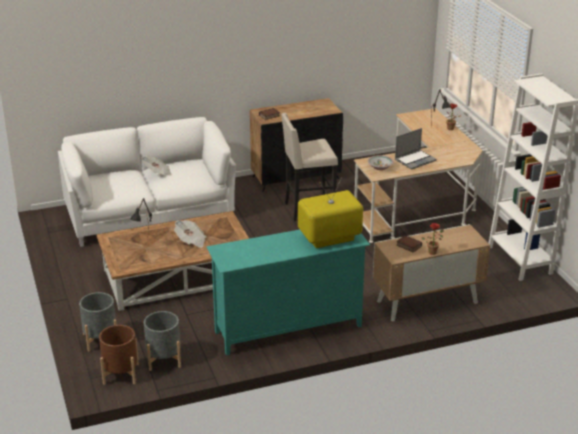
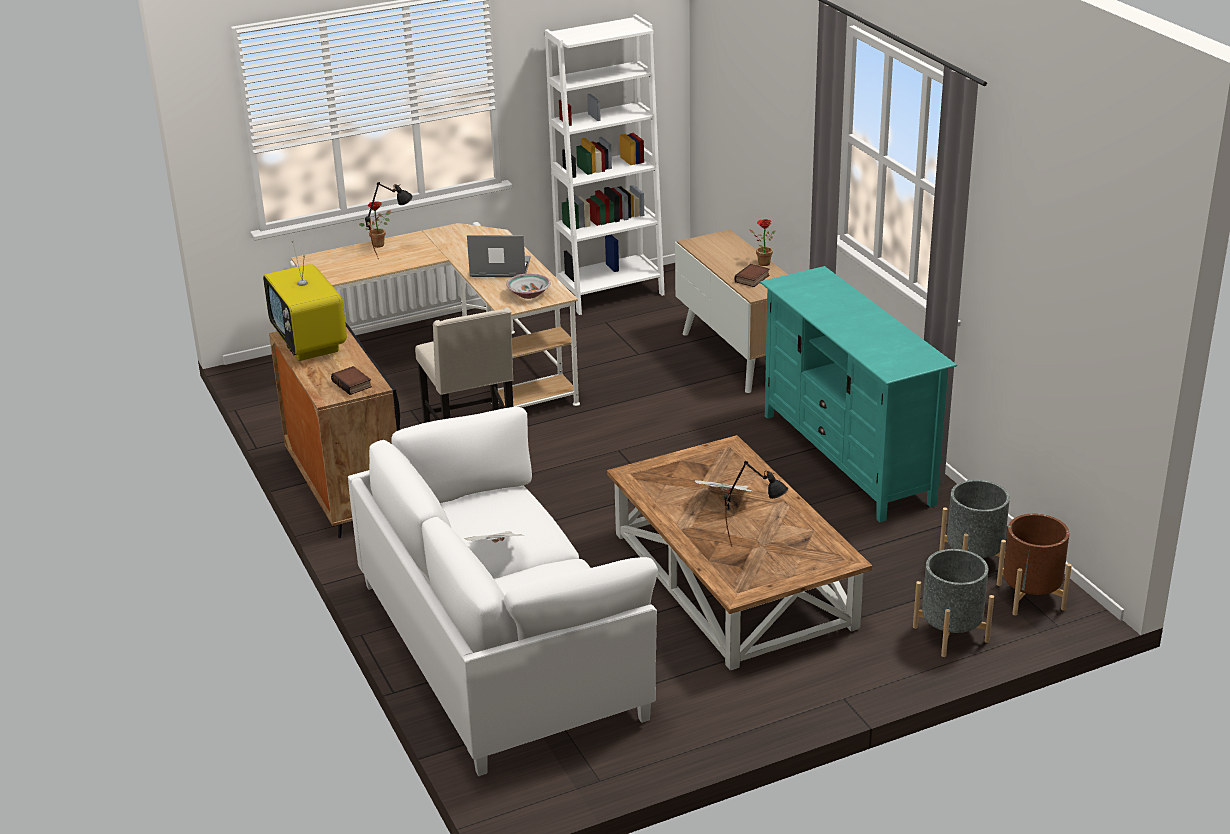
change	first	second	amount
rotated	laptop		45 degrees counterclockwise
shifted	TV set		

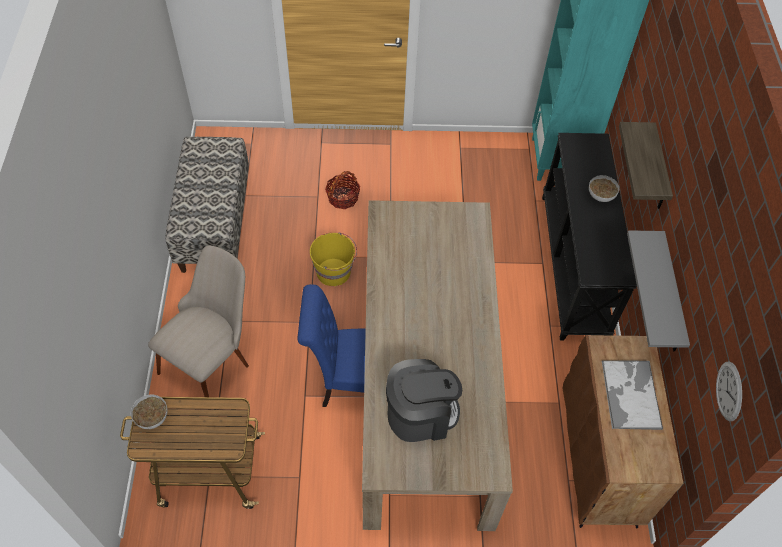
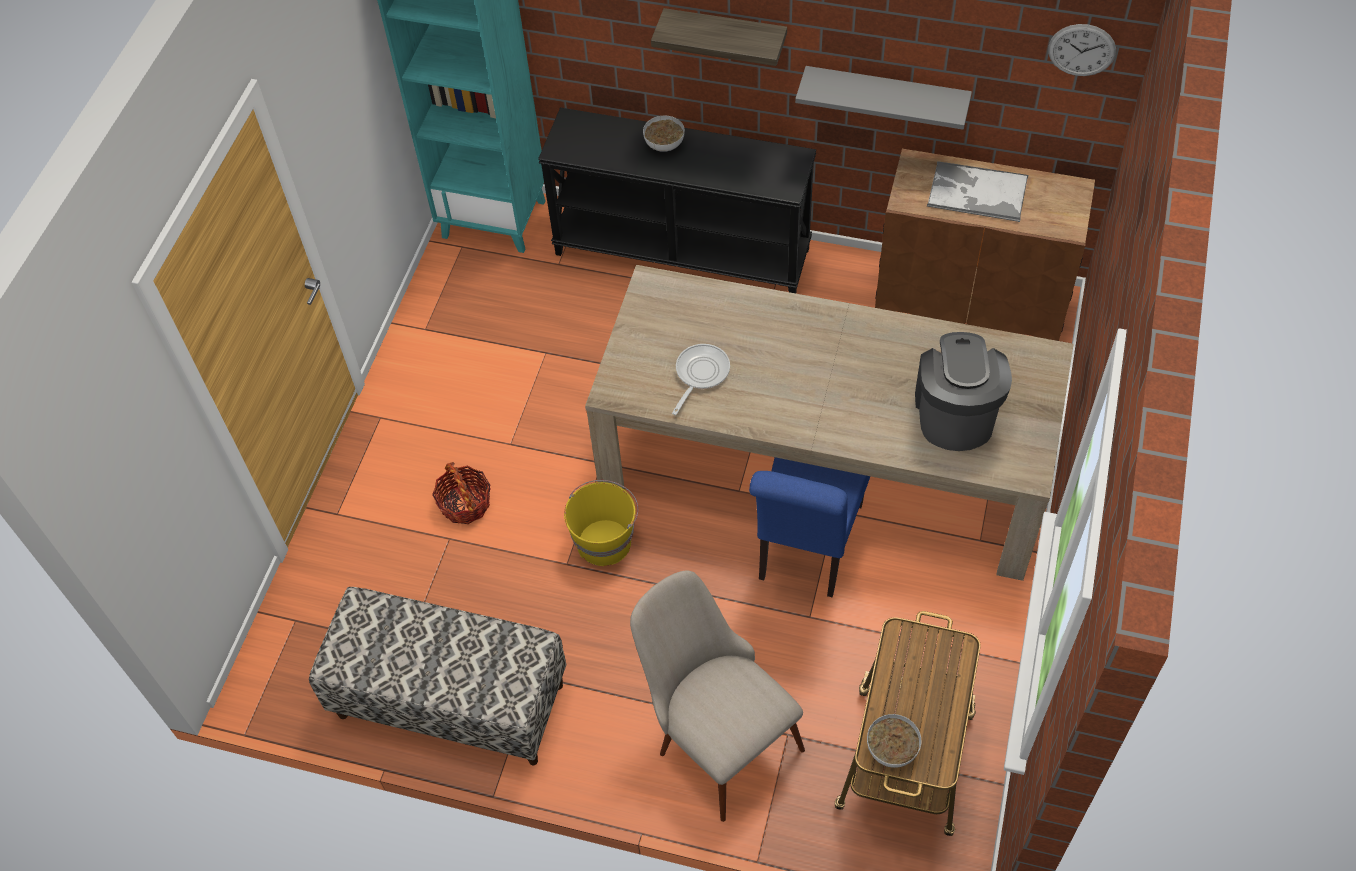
change	first	second	amount
new		pan	

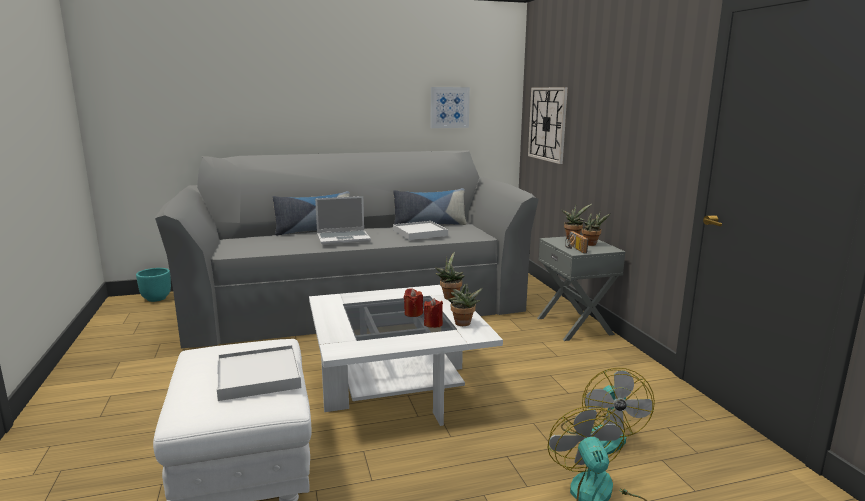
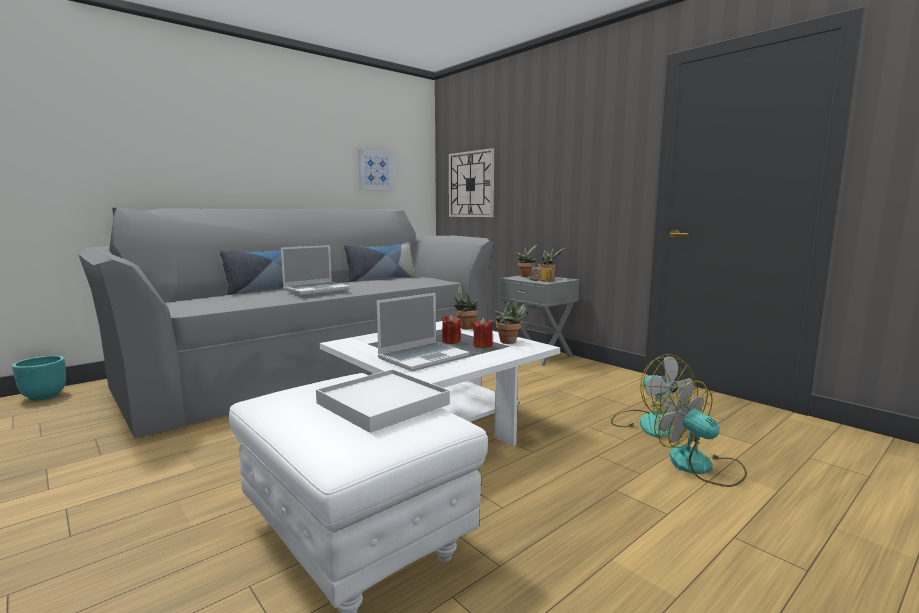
change	first	second	amount
gone	white-coloured serving tray (no. 2 from left)		
new		laptop (no. 2 from left)	

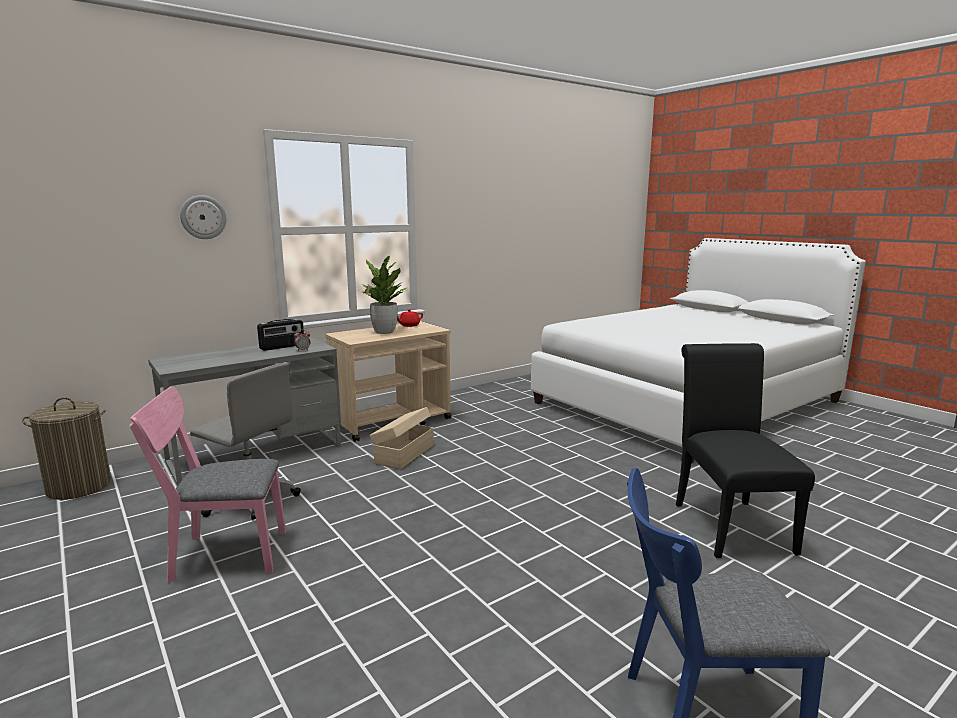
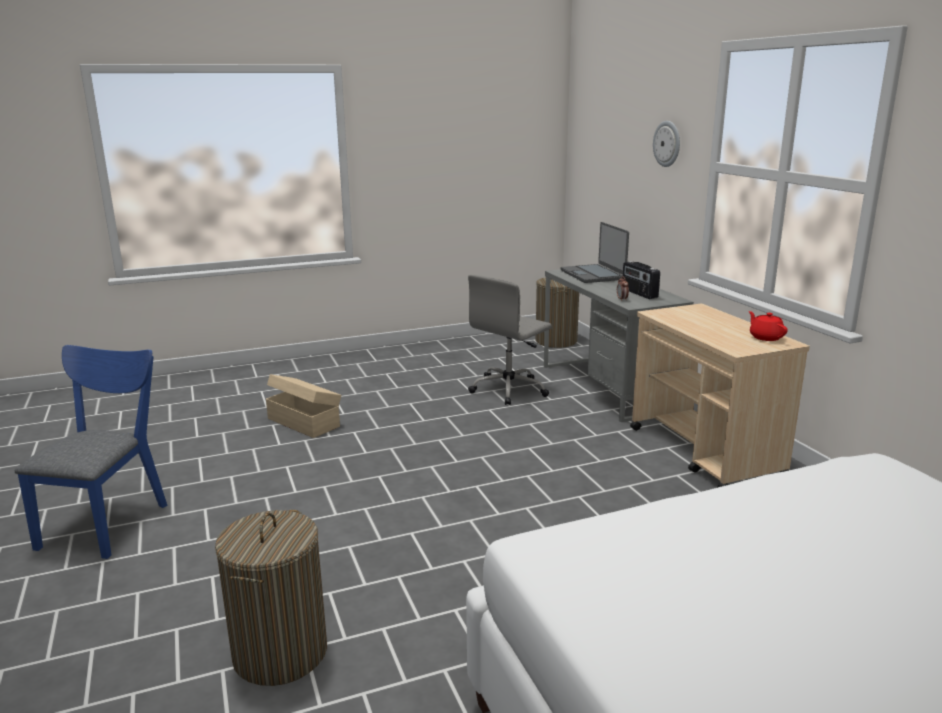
change	first	second	amount
gone	plant in a pot		
swapped	blackish chair	laundry basket (no. 1 from left)	
gone	pink-coloured chair		
shifted	sand-coloured storage container		
new		laptop	

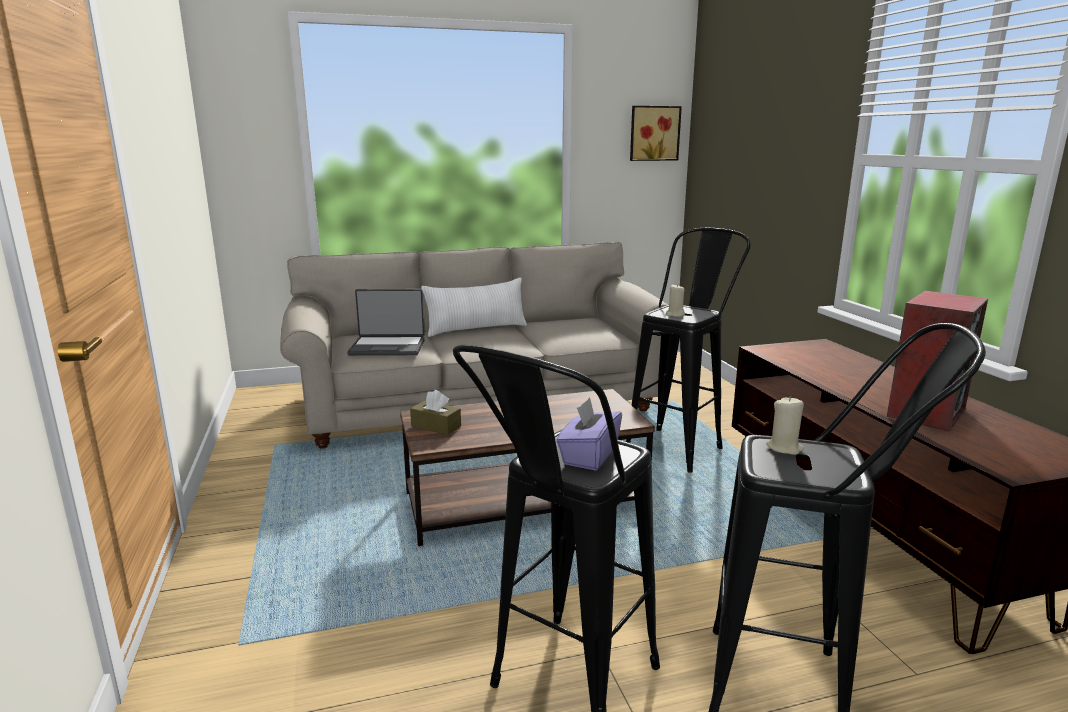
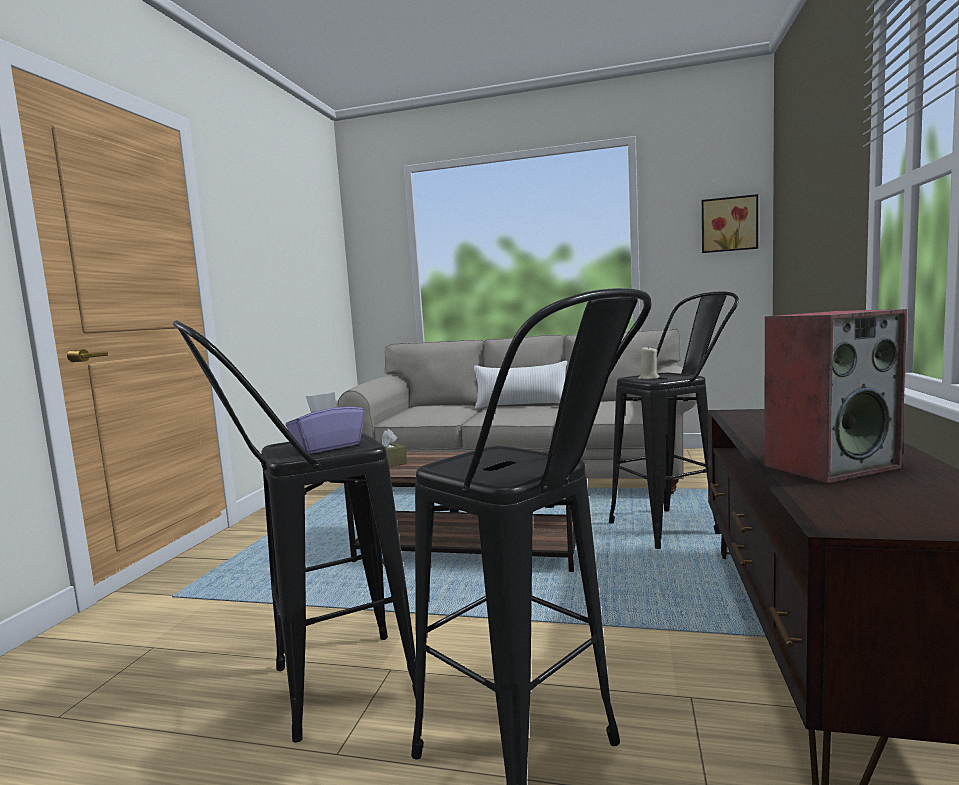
change	first	second	amount
gone	laptop		
gone	sand-coloured candle (no. 2 from left)		

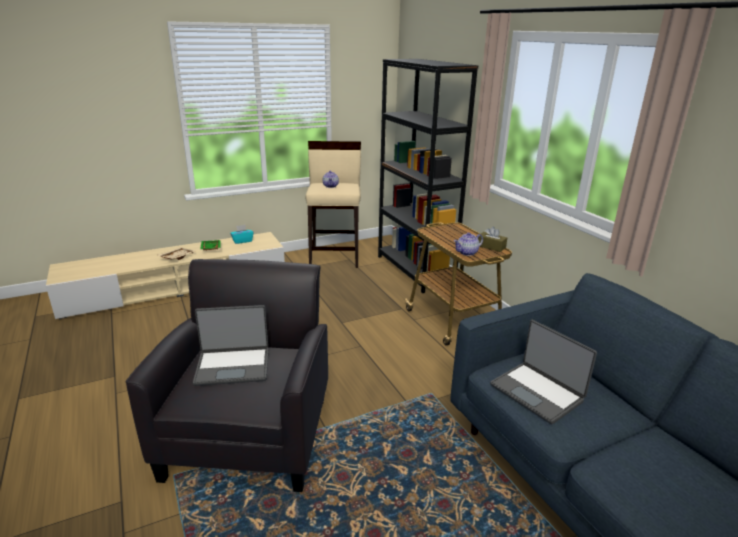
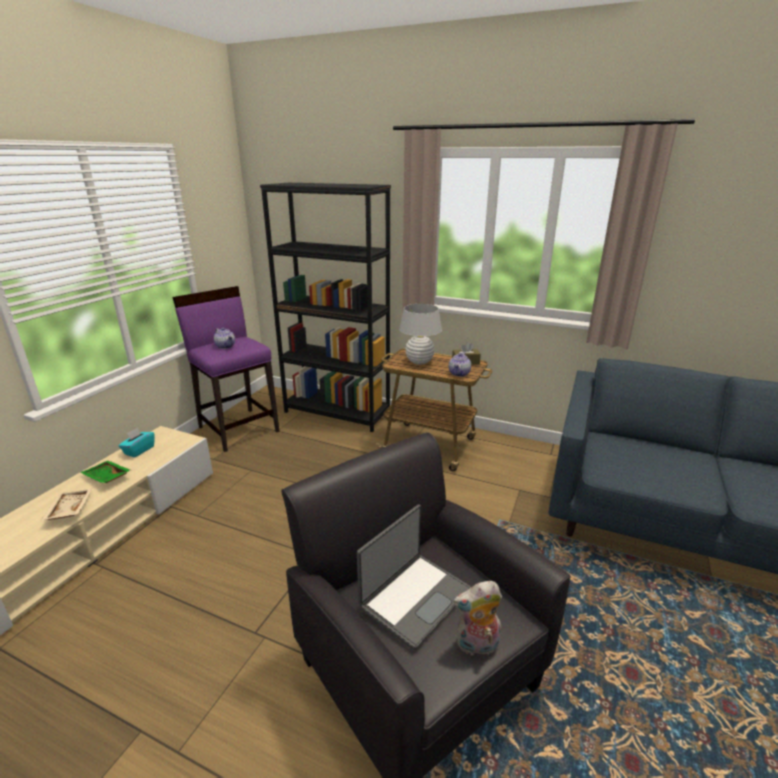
change	first	second	amount
repainted	sand-coloured stool seat	purplish stool seat	
gone	laptop (no. 2 from left)		
new		white-coloured tabletop lamp	
new		cuddly toy	

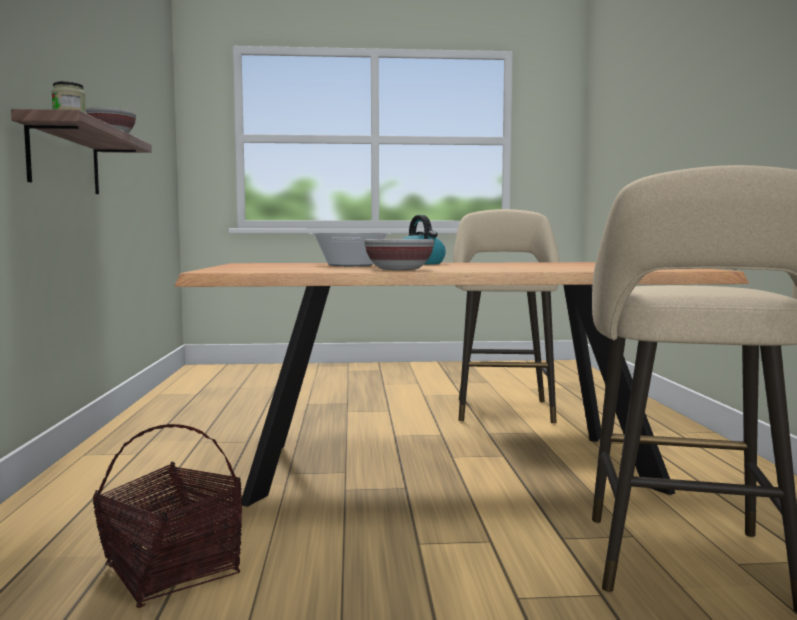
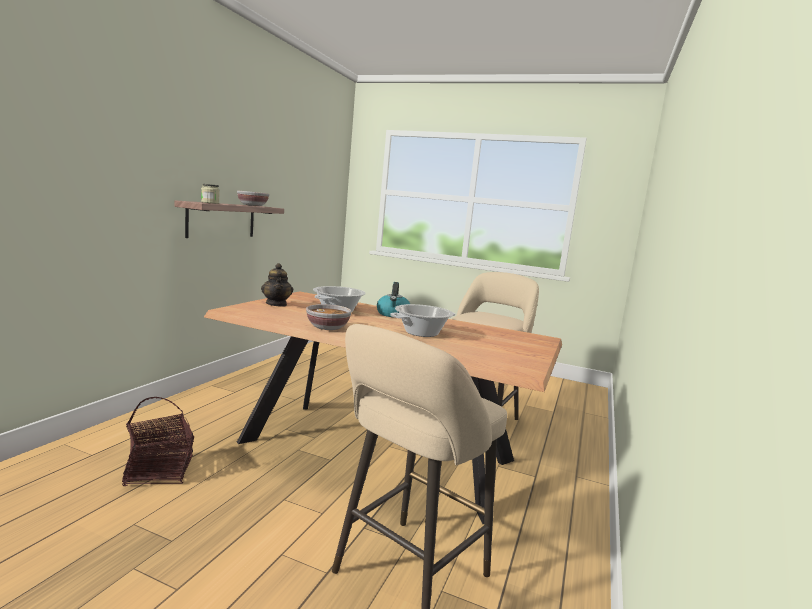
change	first	second	amount
new		tea pot	
new		stockpot (no. 2 from left)	

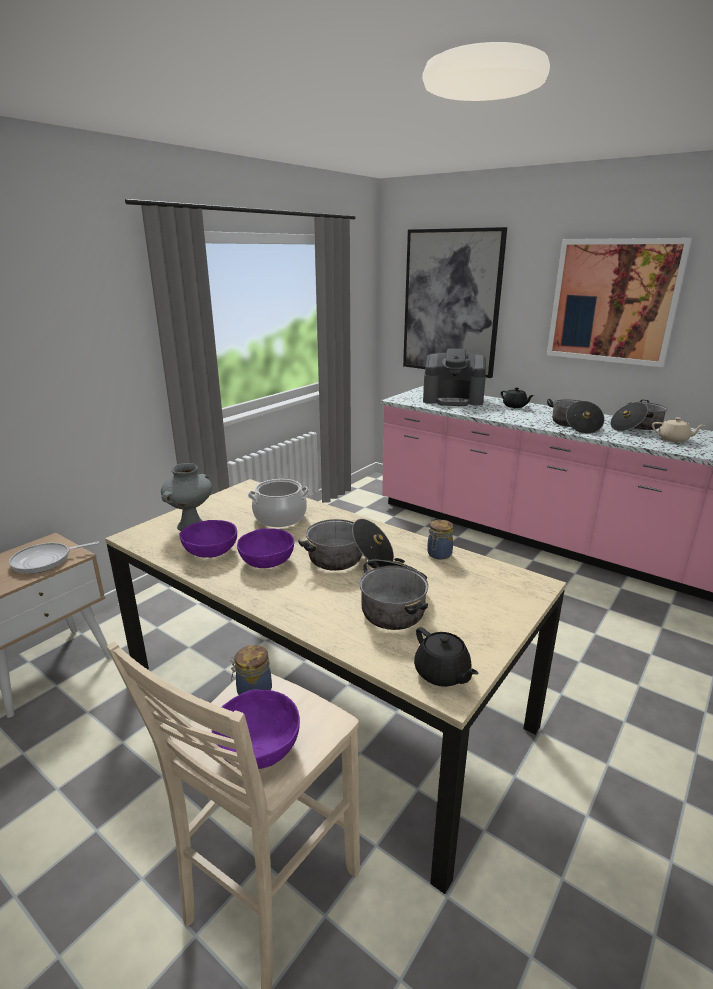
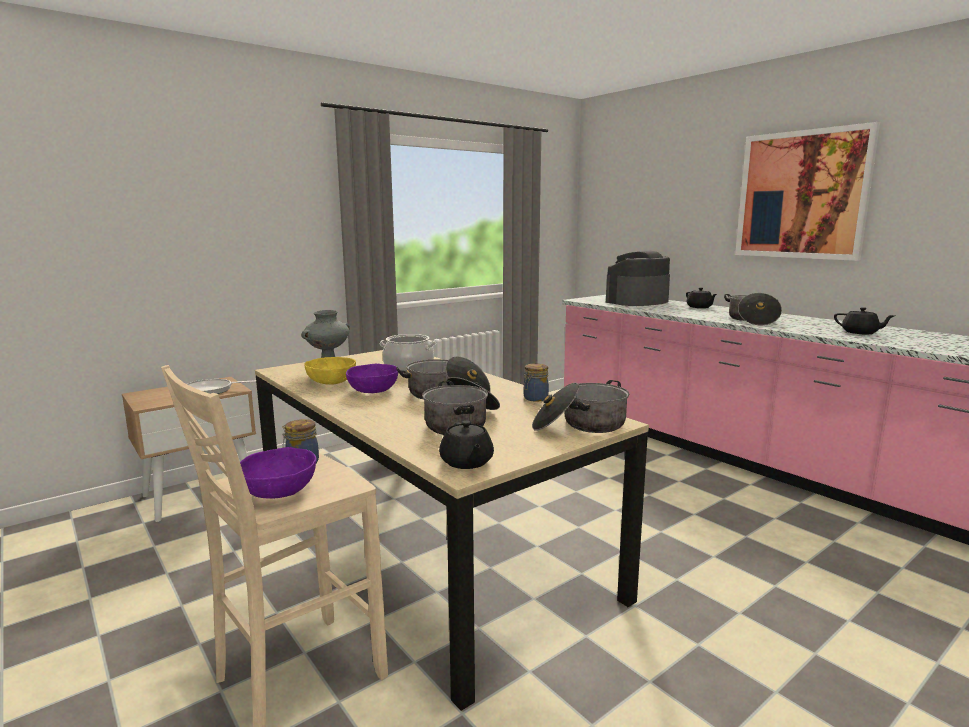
change	first	second	amount
gone	wall picture (no. 1 from left)		
rotated	coffee maker		120 degrees clockwise
shifted	stockpot (no. 5 from left in the first image)	stockpot (no. 4 from left)	
repainted	sand-coloured tea pot	blackish tea pot (no. 3 from left)	
repainted	purplish serving bowl (no. 1 from left)	yellow-coloured serving bowl	

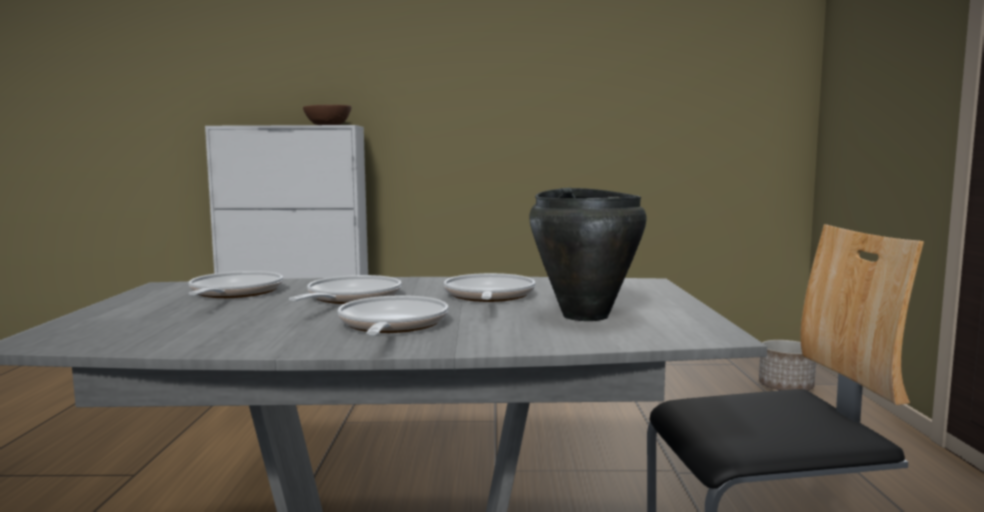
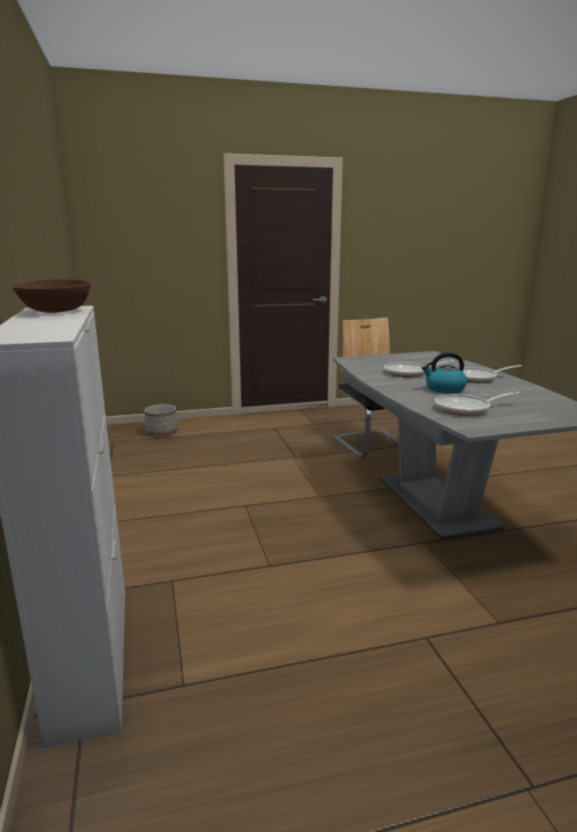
change	first	second	amount
gone	blackish stockpot		
swapped	pan (no. 2 from left)	kettle	

